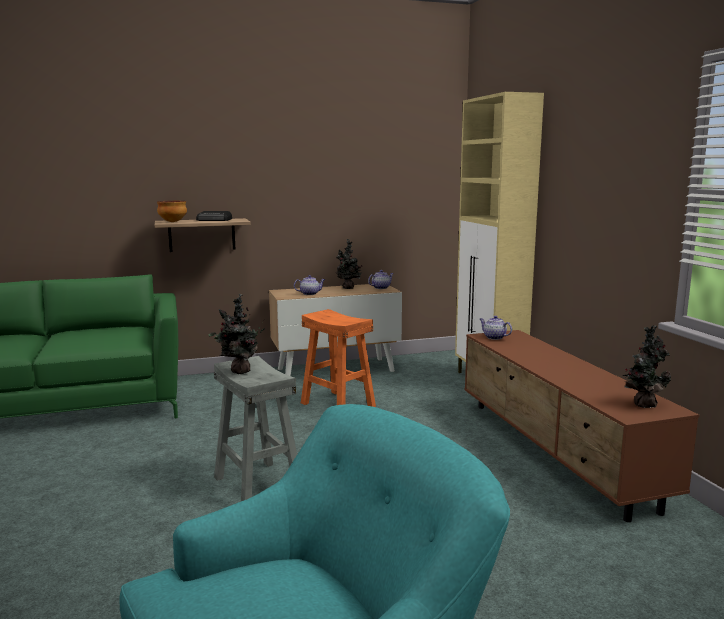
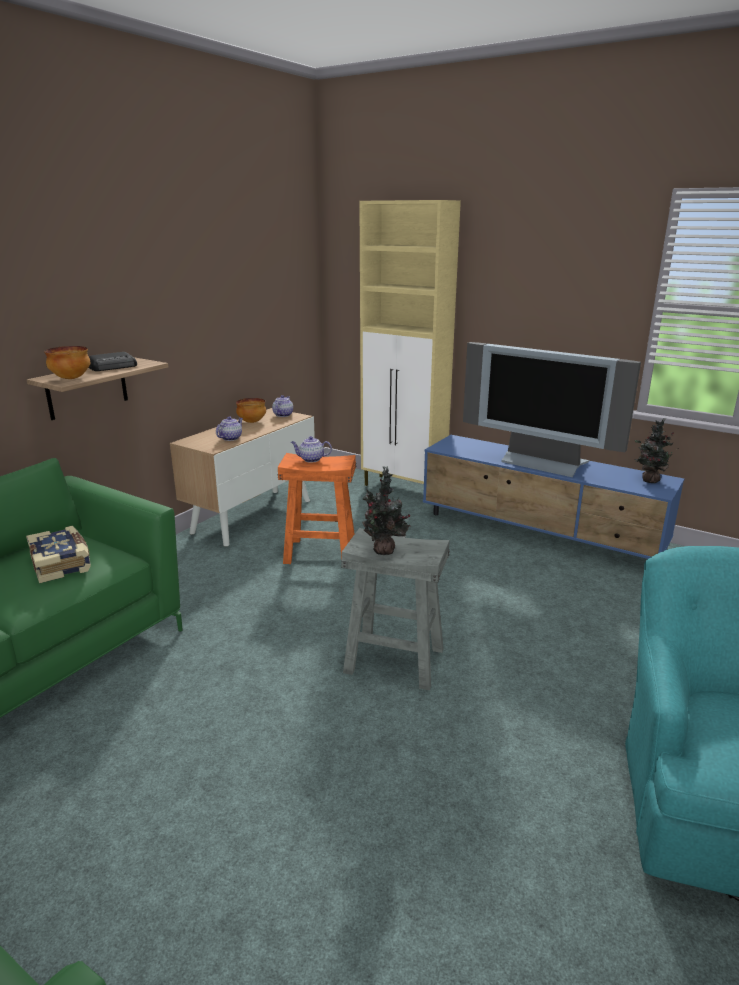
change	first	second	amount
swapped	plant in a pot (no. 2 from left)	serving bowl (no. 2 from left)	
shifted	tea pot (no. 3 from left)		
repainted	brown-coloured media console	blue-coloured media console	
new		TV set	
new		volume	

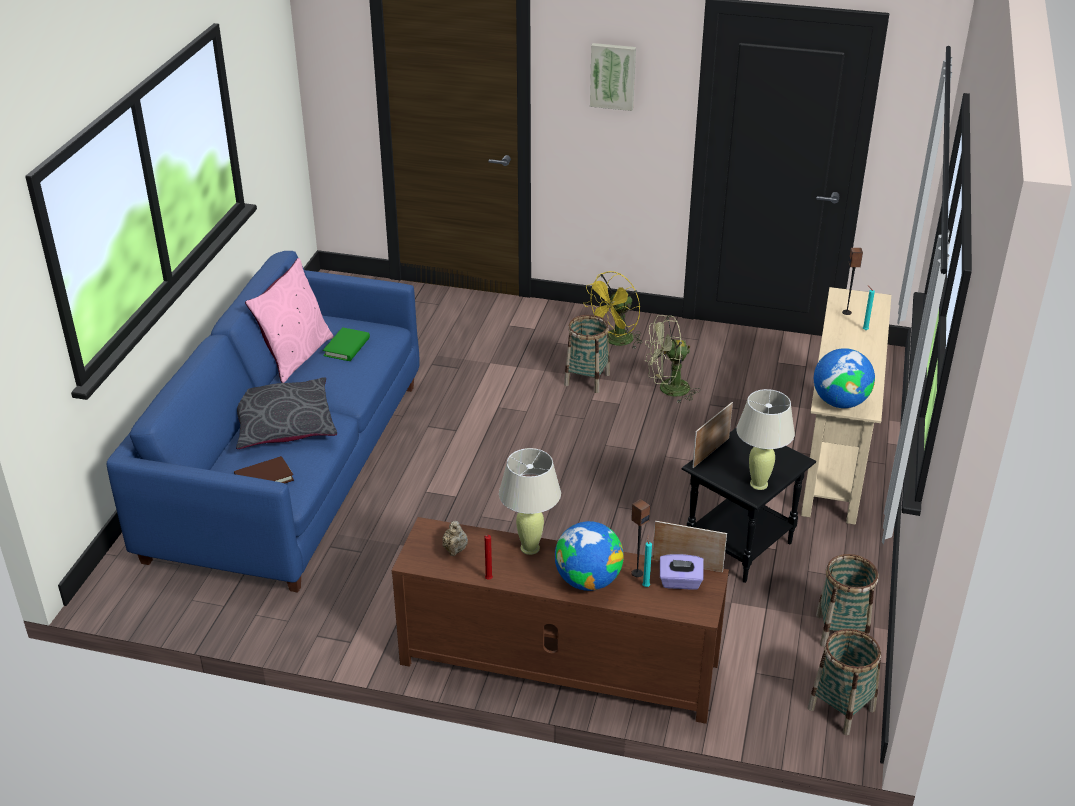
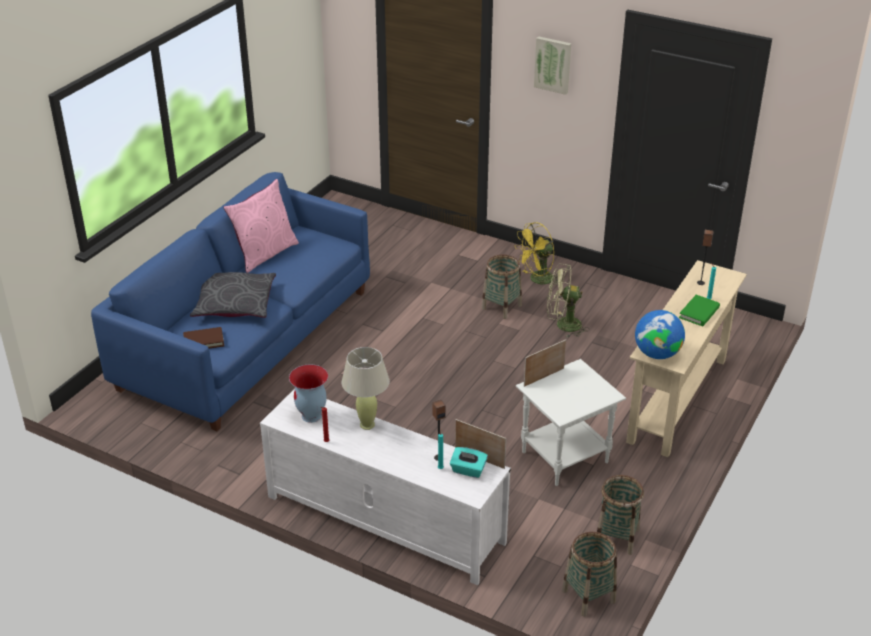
change	first	second	amount
shifted	green-coloured volume		
gone	sand-coloured tabletop lamp (no. 2 from left)		
repainted	blackish side table	white-coloured side table	
repainted	brown-coloured media console	white-coloured media console	
swapped	sand-coloured tea pot	vase	
gone	globe (no. 1 from left)		
repainted	purplish tissue box	turquoise-coloured tissue box	

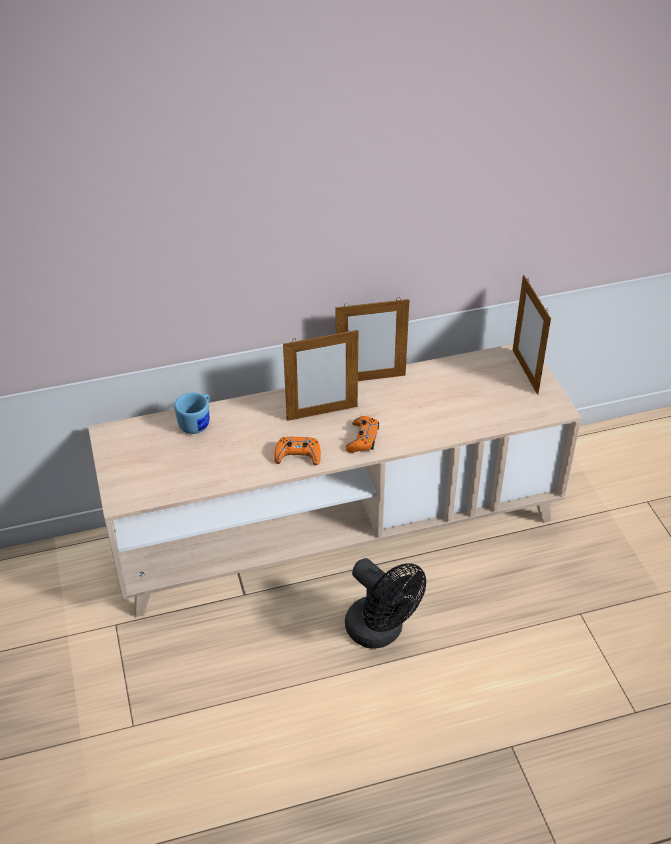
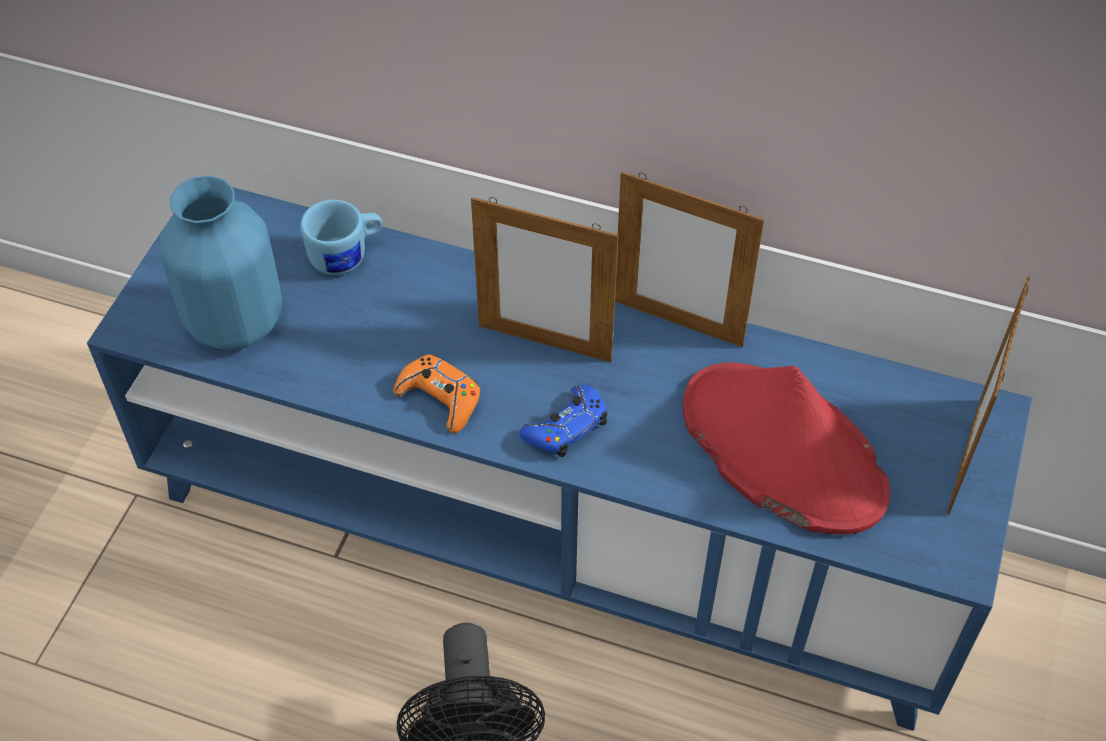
change	first	second	amount
repainted	sand-coloured media console	blue-coloured media console	
repainted	orangey joypad (no. 2 from left)	blue-coloured joypad	
new		blue-coloured vase	
new		red clothing hat	

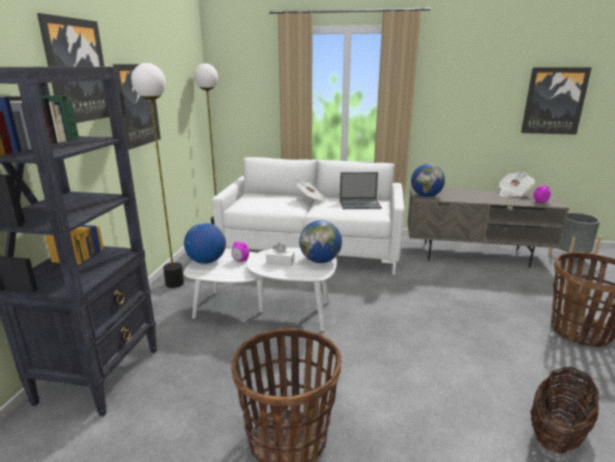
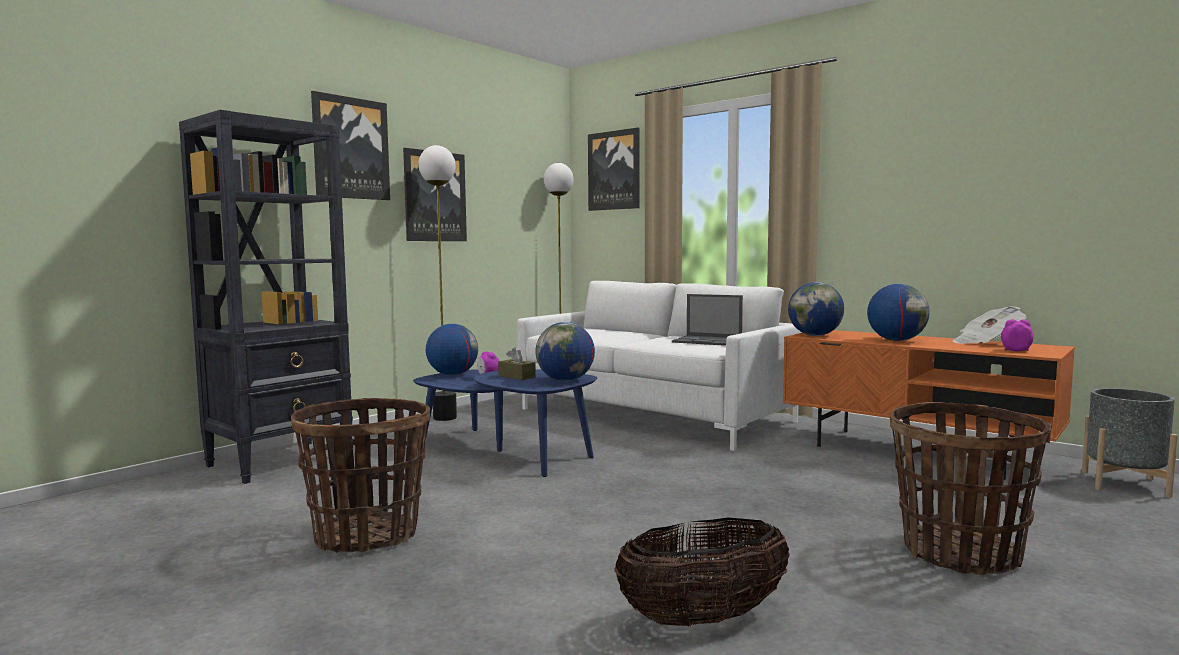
change	first	second	amount
shifted	wall picture (no. 3 from left)		
gone	printed paper (no. 1 from left)		
repainted	gray media console	orangey media console	
repainted	white-coloured tissue box	brown-coloured tissue box	
repainted	white-coloured coffee table	blue-coloured coffee table	
new		globe (no. 4 from left)	

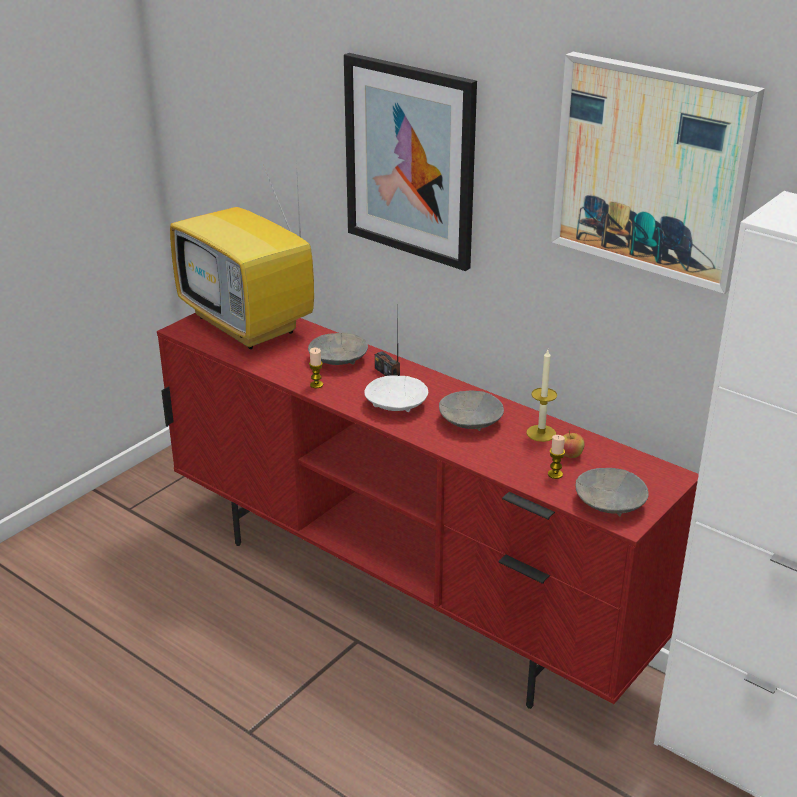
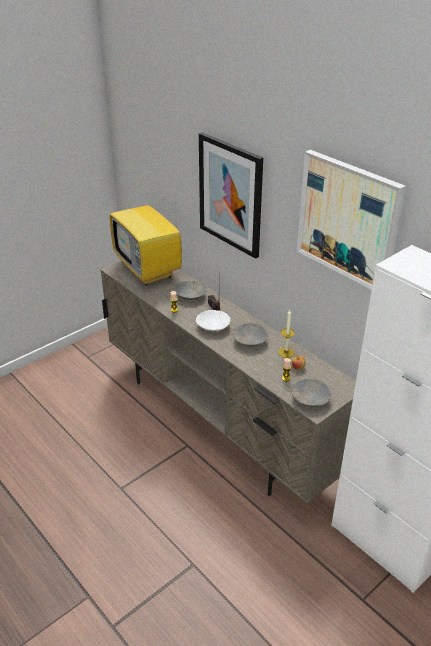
change	first	second	amount
repainted	red media console	sand-coloured media console	

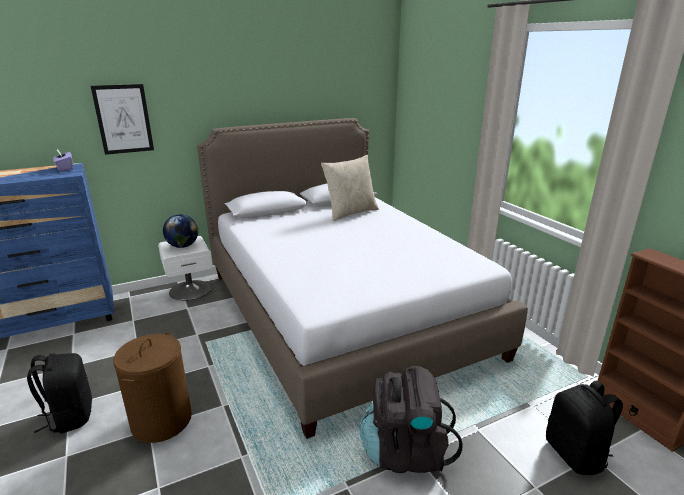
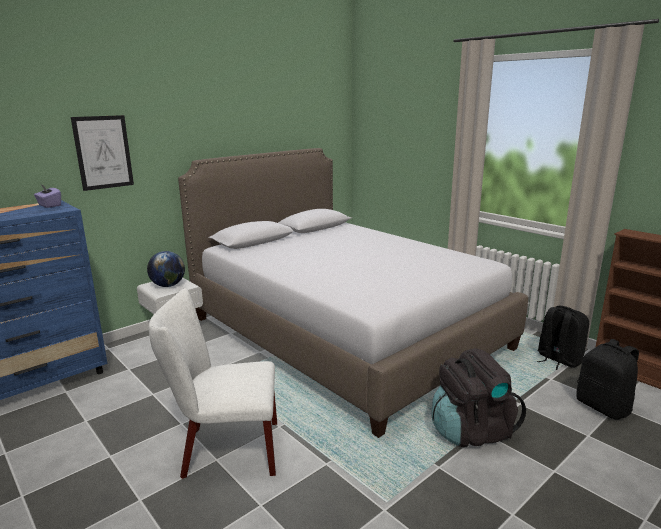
change	first	second	amount
gone	sand-coloured pillow		
swapped	brown-coloured laundry basket	white-coloured chair	
shifted	blackish knapsack (no. 1 from left in the first image)	blackish knapsack (no. 2 from left)	

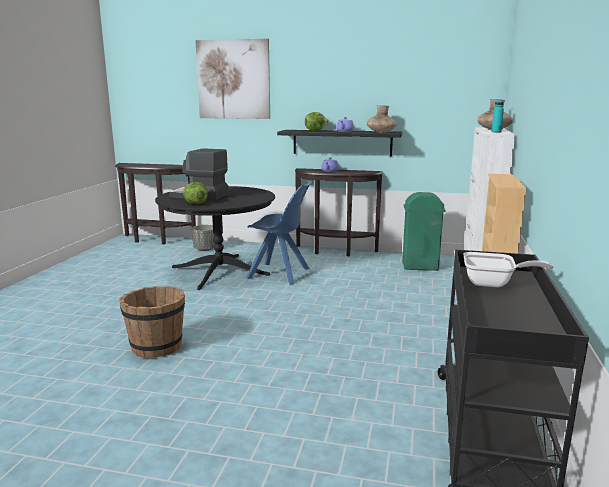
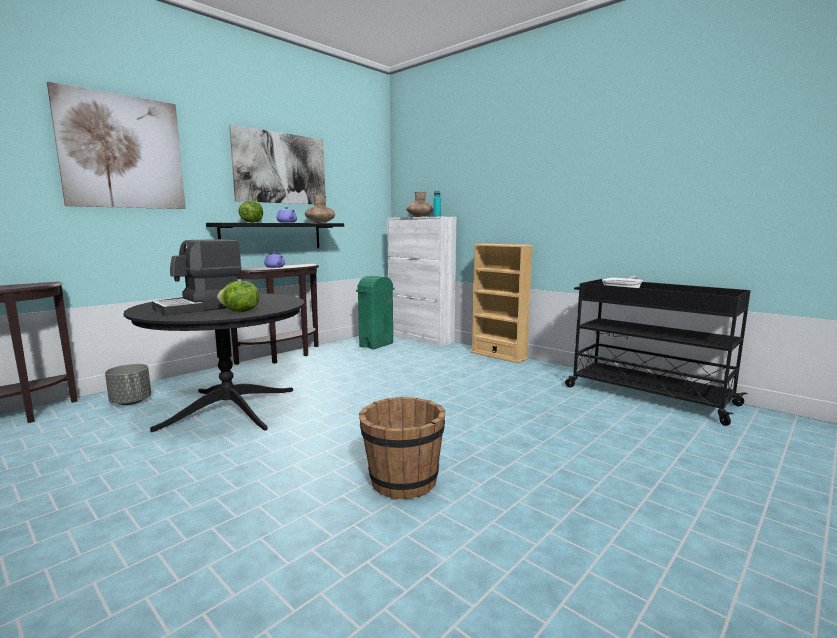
change	first	second	amount
gone	blue-coloured chair		
new		wall picture (no. 2 from left)	

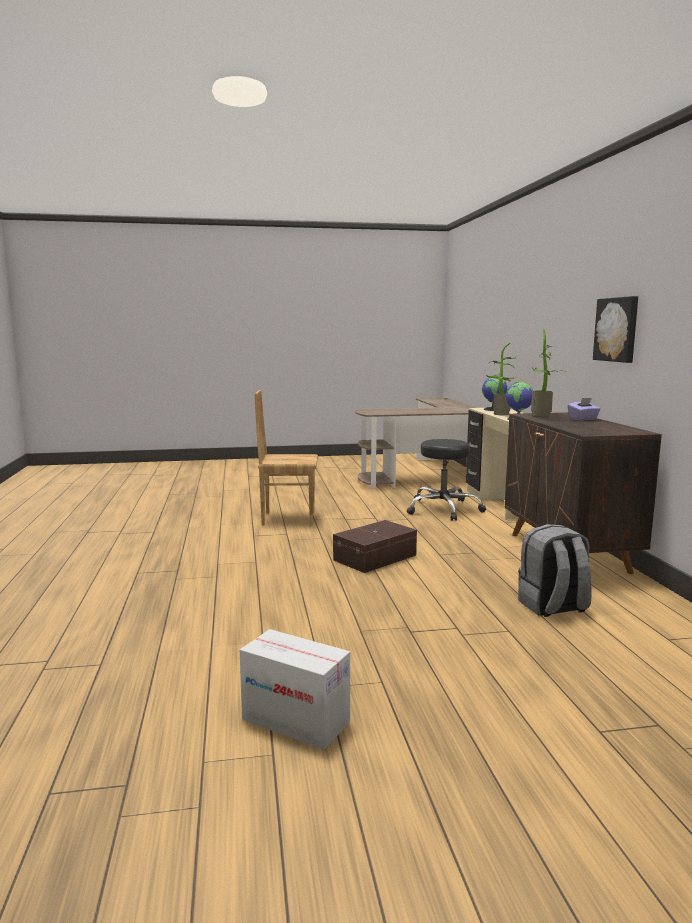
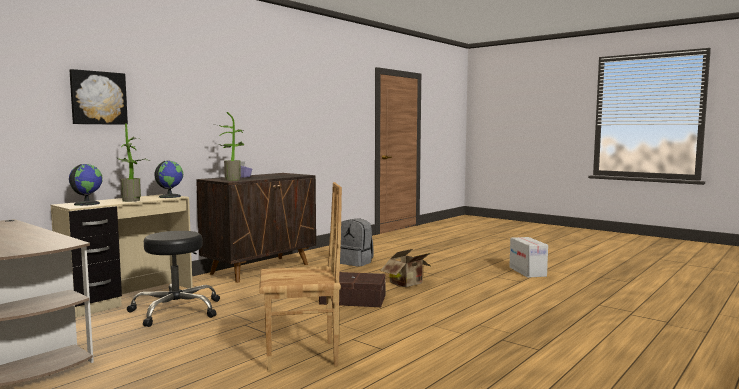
change	first	second	amount
shifted	wall picture		
rotated	brown-coloured chair		60 degrees counterclockwise
new		carton (no. 1 from left)	

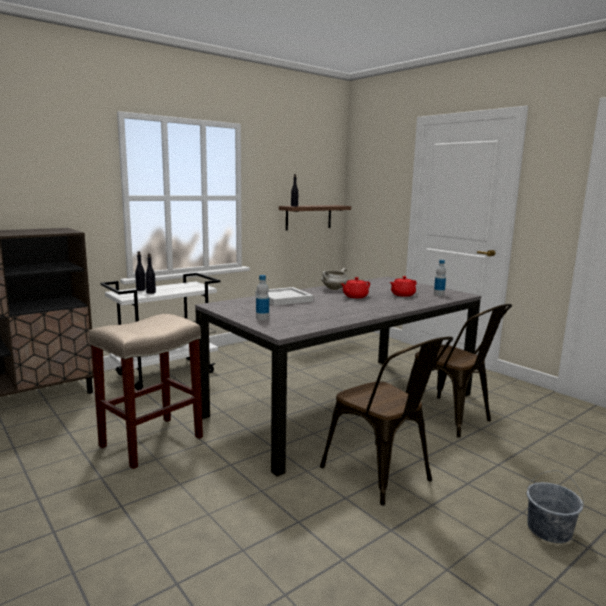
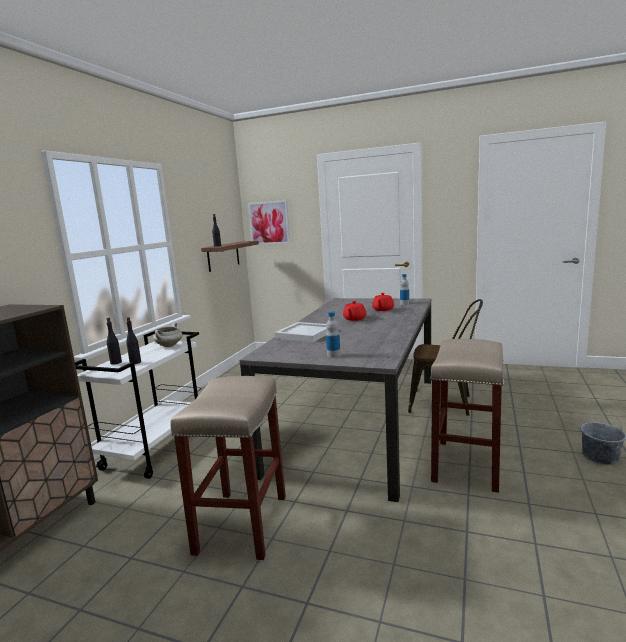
change	first	second	amount
shifted	white-coloured stockpot		
swapped	brown-coloured chair (no. 1 from left)	sand-coloured stool seat (no. 2 from left)	
new		wall picture	

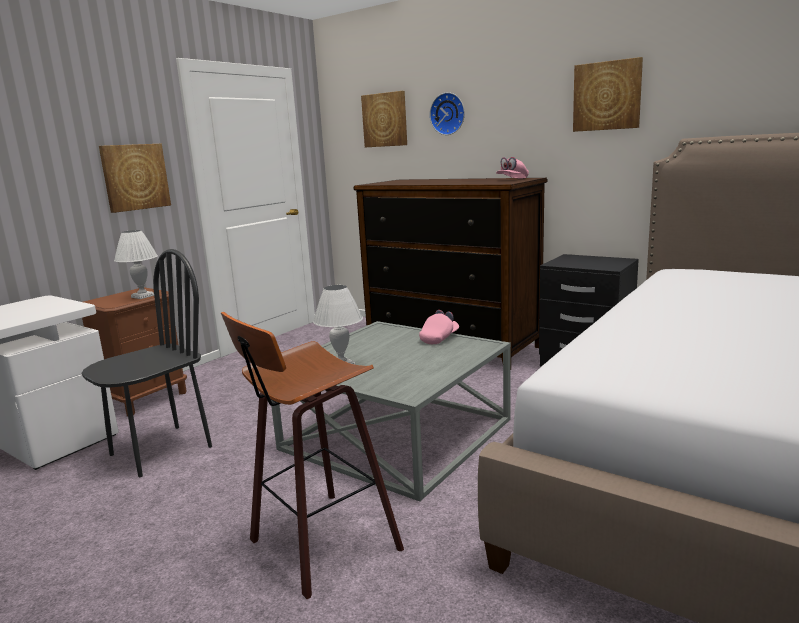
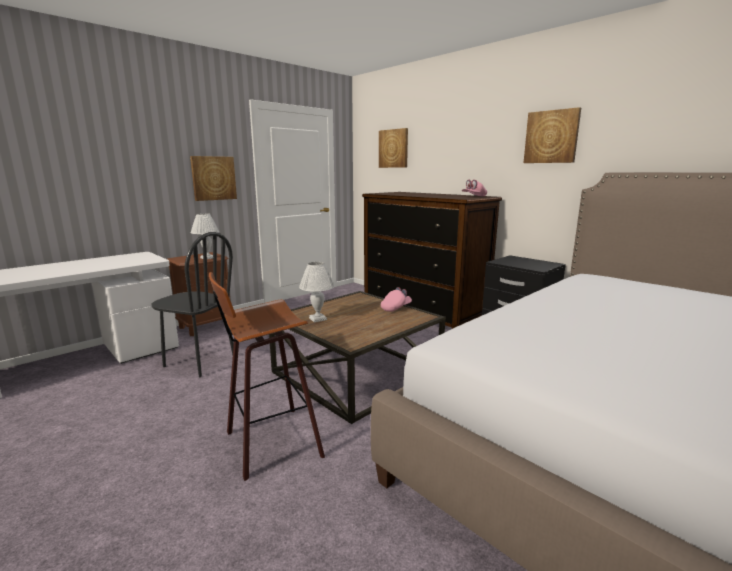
change	first	second	amount
gone	hanging clock		
rotated	blackish chair		60 degrees clockwise
repainted	gray coffee table	brown-coloured coffee table	

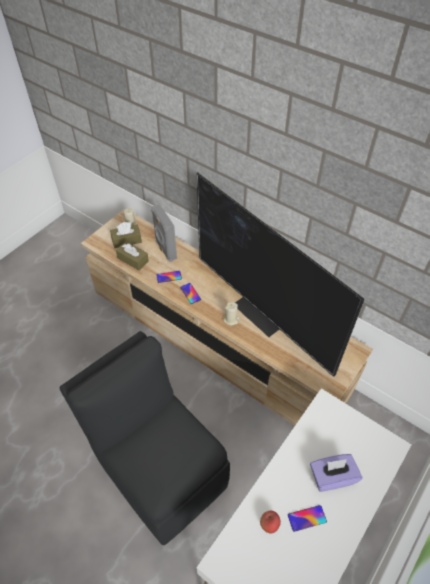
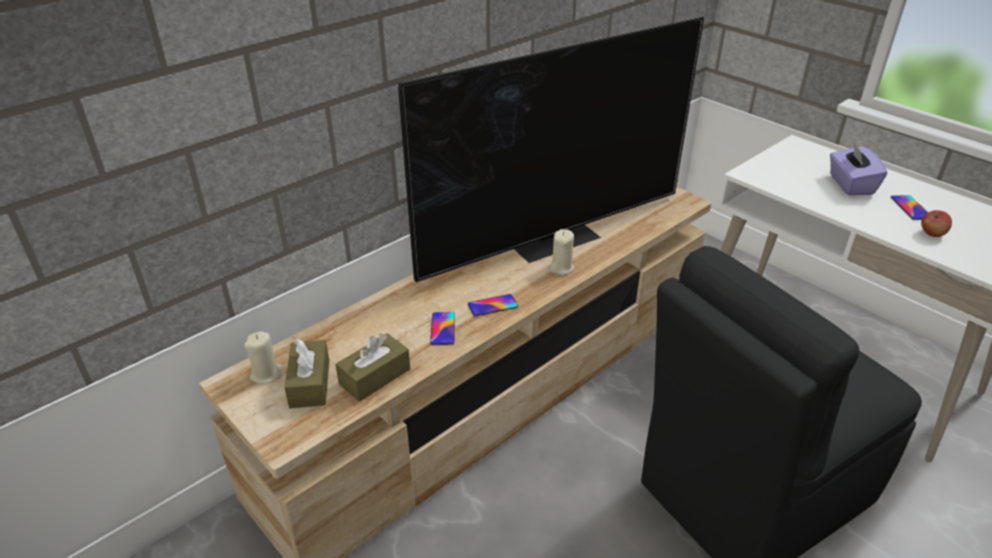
change	first	second	amount
gone	gray speaker		

